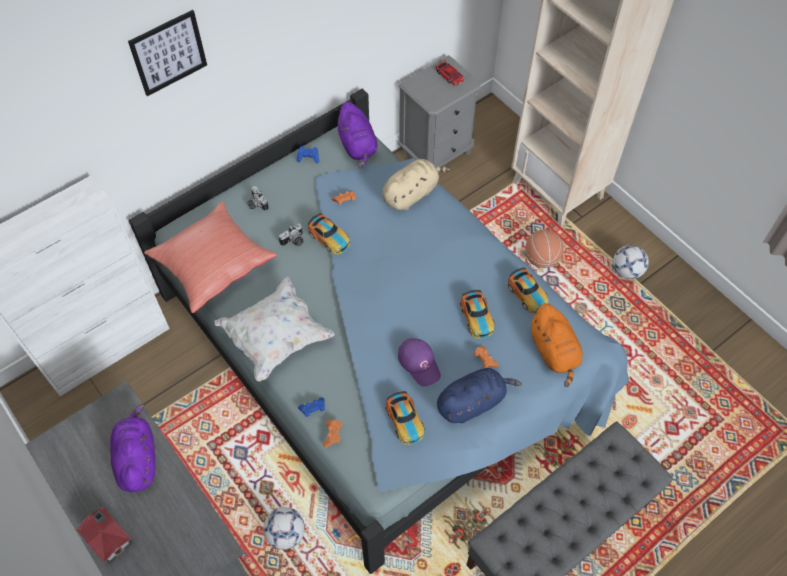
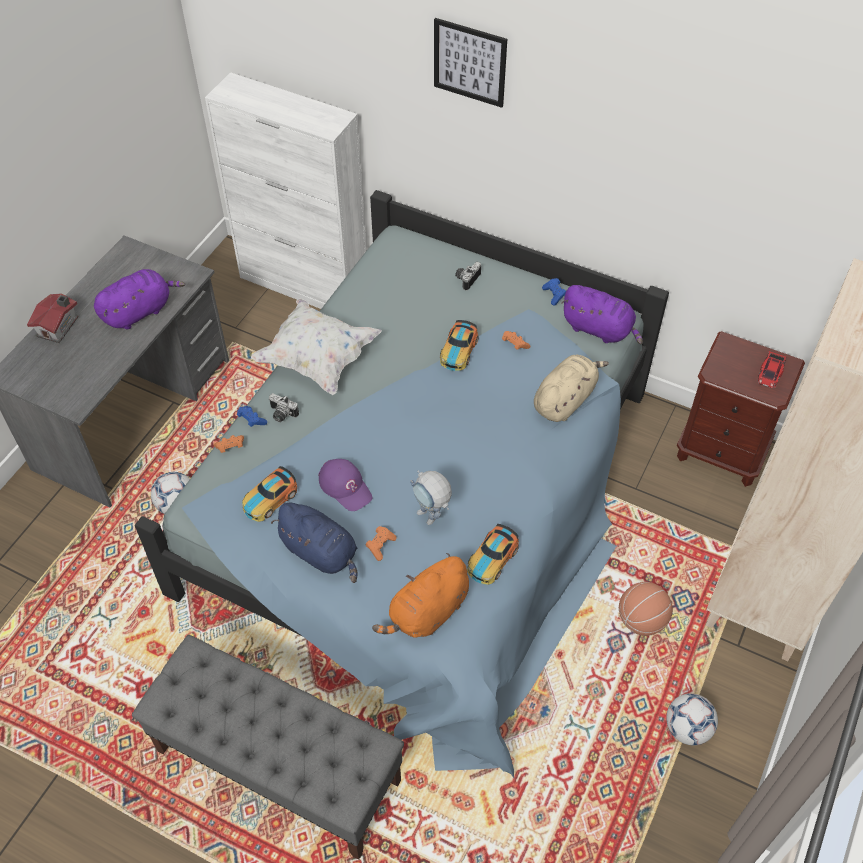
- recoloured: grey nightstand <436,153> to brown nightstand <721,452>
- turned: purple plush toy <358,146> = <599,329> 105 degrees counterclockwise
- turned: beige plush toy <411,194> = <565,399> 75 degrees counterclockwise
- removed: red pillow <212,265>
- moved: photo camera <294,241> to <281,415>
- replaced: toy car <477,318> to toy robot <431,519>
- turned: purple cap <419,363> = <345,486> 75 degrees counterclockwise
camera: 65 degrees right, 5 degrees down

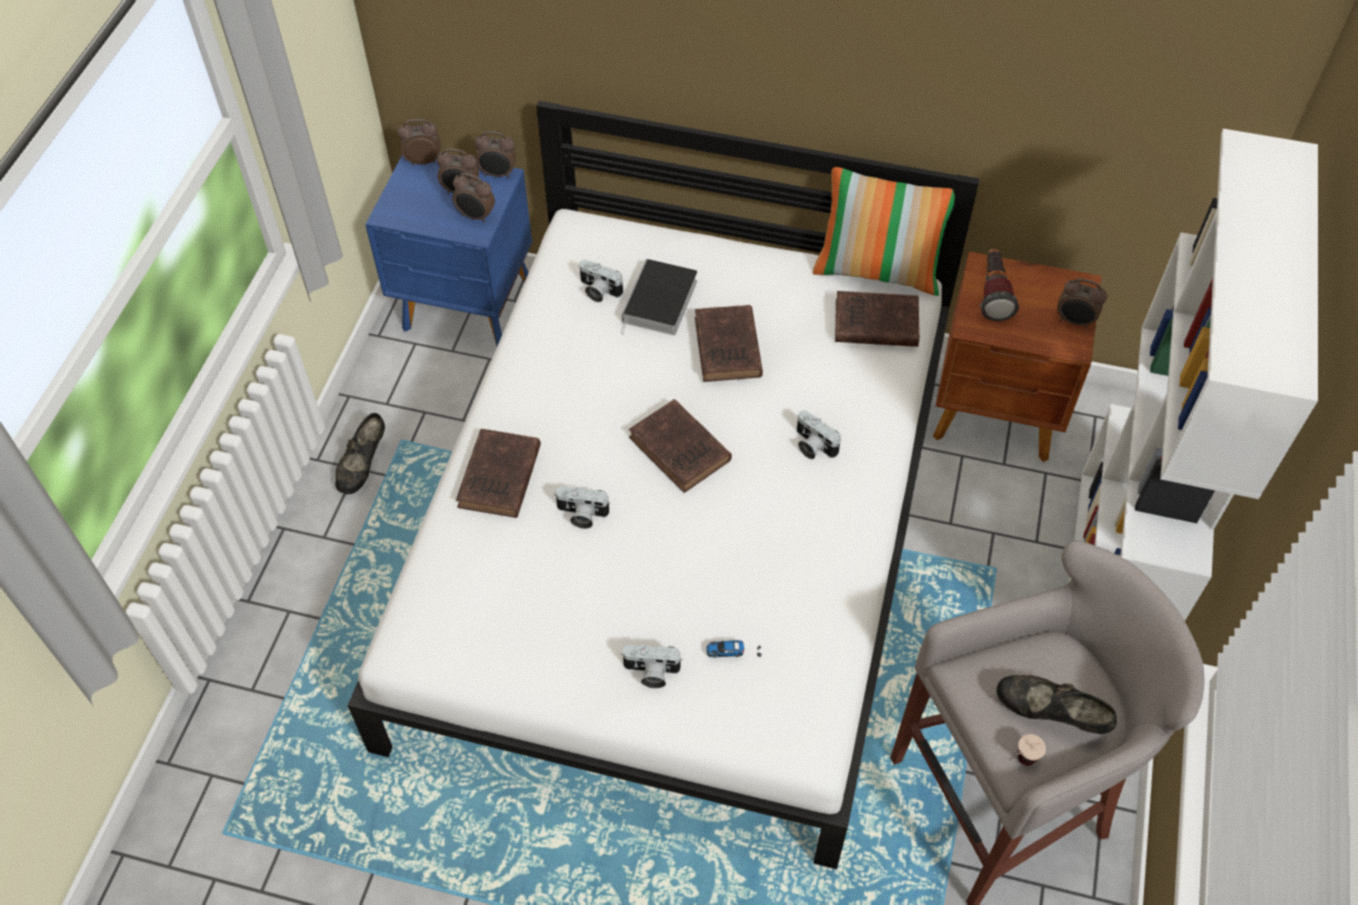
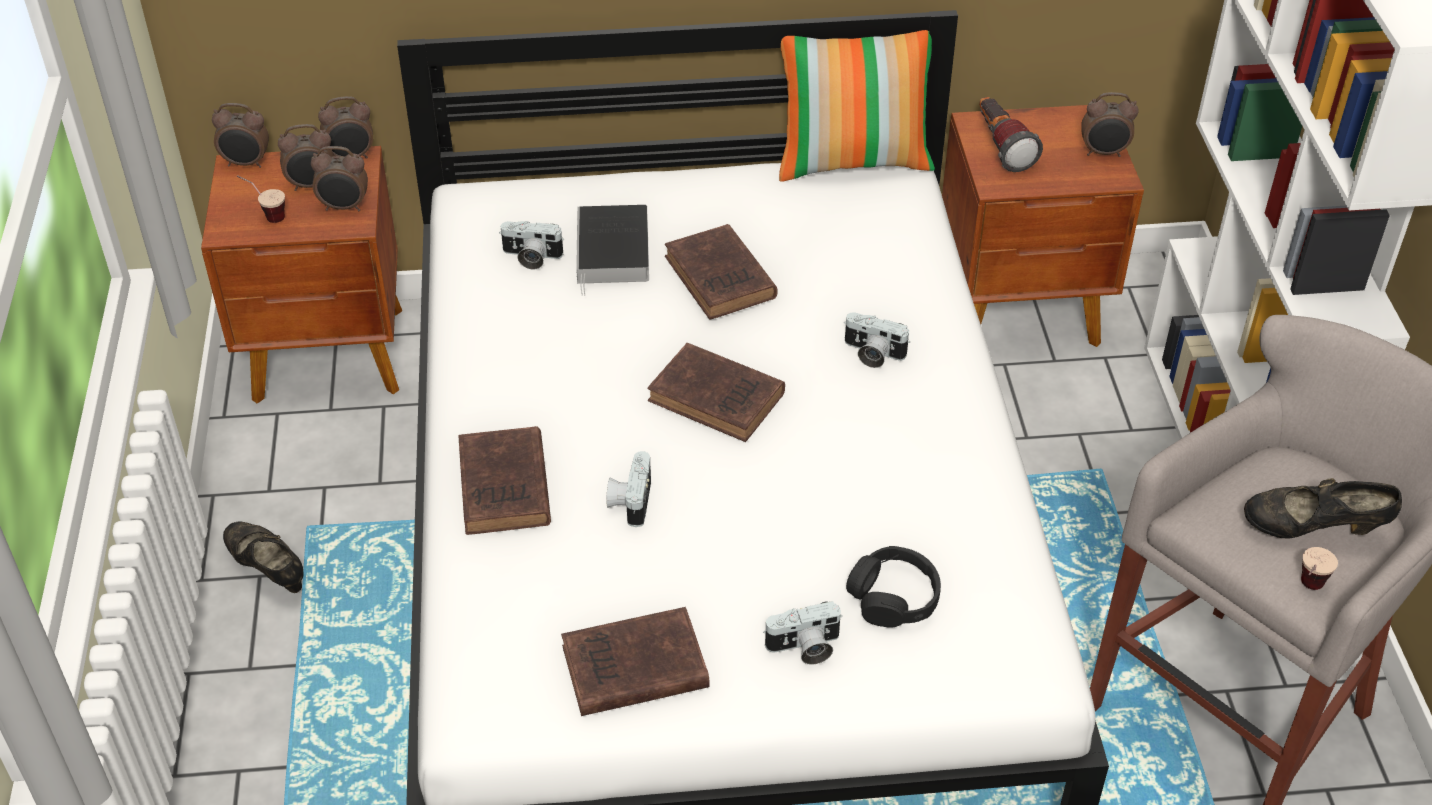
- turned: alarm clock <423,160> = <246,163> 150 degrees counterclockwise
- recoloured: blue nightstand <469,308> to brown nightstand <331,356>
- moved: brown book <873,323> to <631,669>
- turned: black shoe <363,466> = <268,570> 135 degrees clockwise
- turned: photo camera <581,515> = <630,500> 105 degrees clockwise
- replaced: toy car <733,653> to black headphones <893,597>
- added: cup <266,215>
camera: 20 degrees left, 10 degrees down

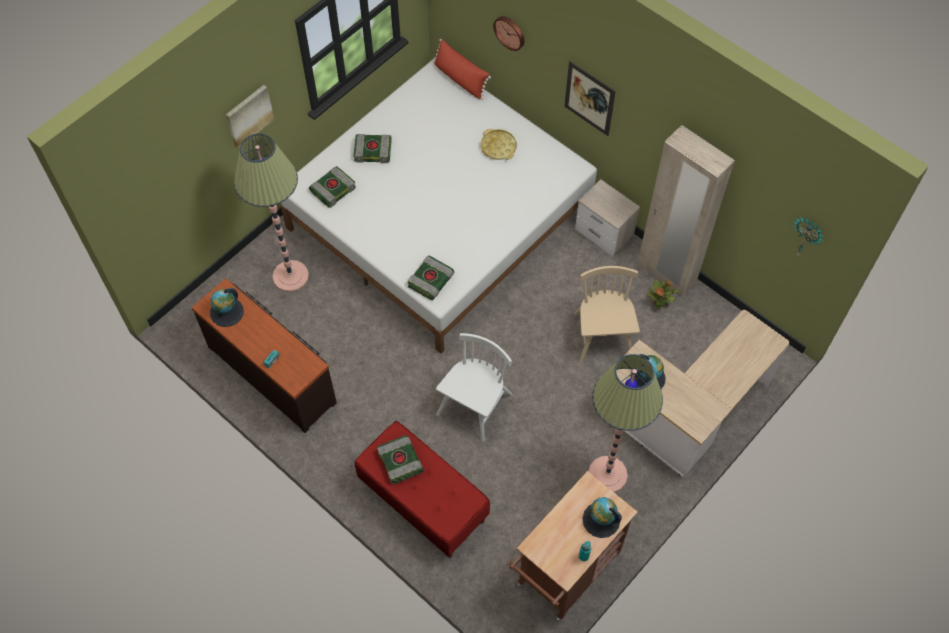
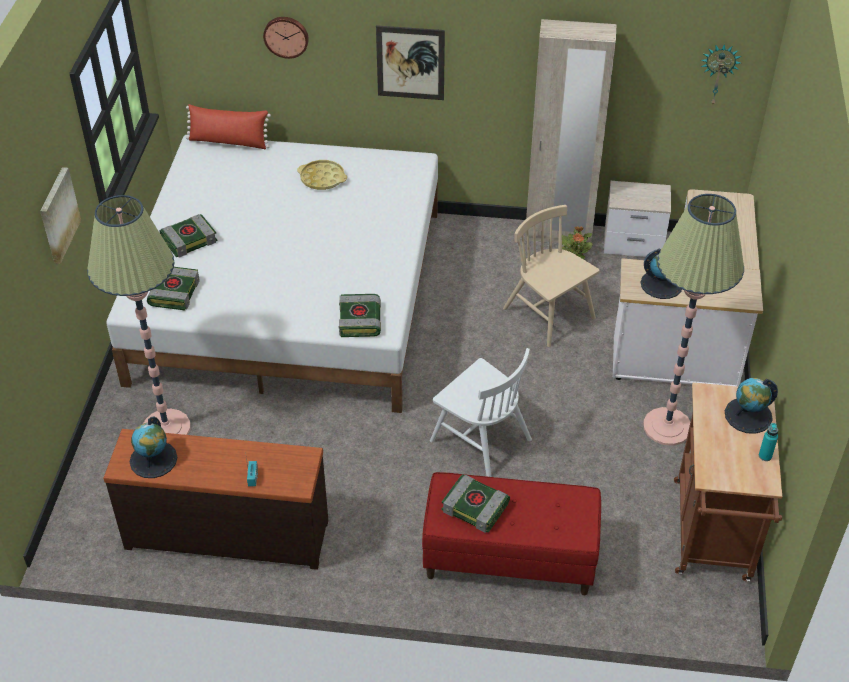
- moved: nightstand <604,233> to <634,243>
- turned: white chair <475,405> = <480,440> 135 degrees clockwise
camera: 35 degrees left, 15 degrees down

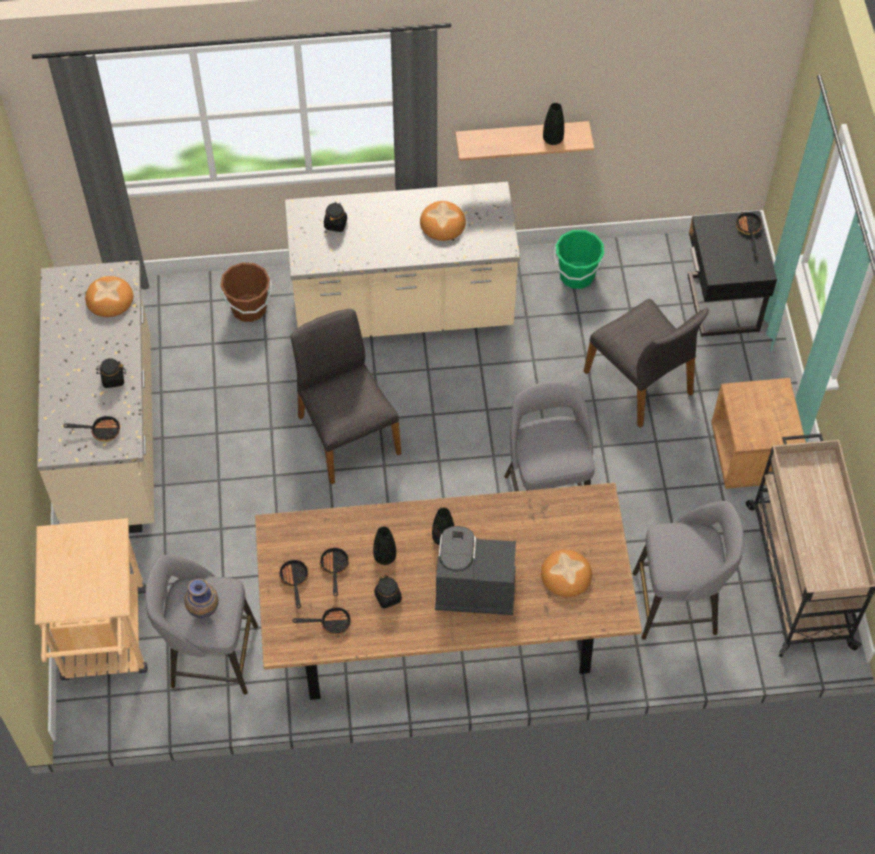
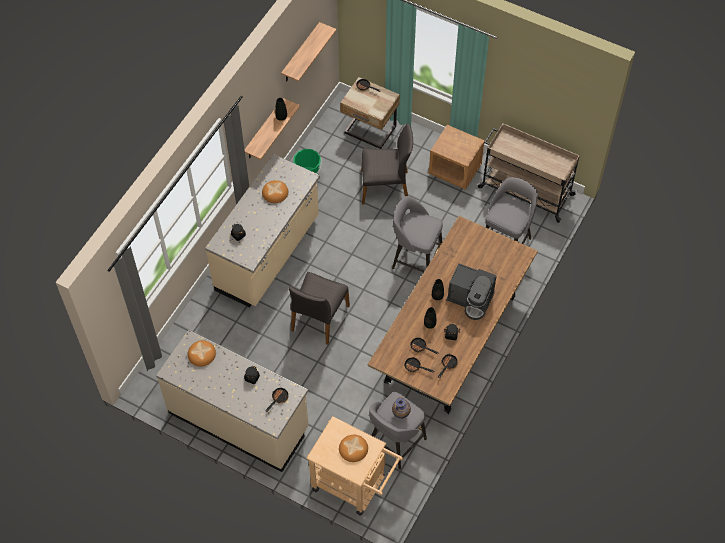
- recoloured: black nightstand <720,305> to beige nightstand <370,131>
- removed: brown bucket <249,308>
- turned: grey chair <347,434> = <319,318> 75 degrees counterclockwise
- turned: coffee machine <472,587> = <471,299> 105 degrees counterclockwise
- moved: bread <566,575> to <353,448>
- added: shelf <300,54>
camera: 55 degrees left, 0 degrees up

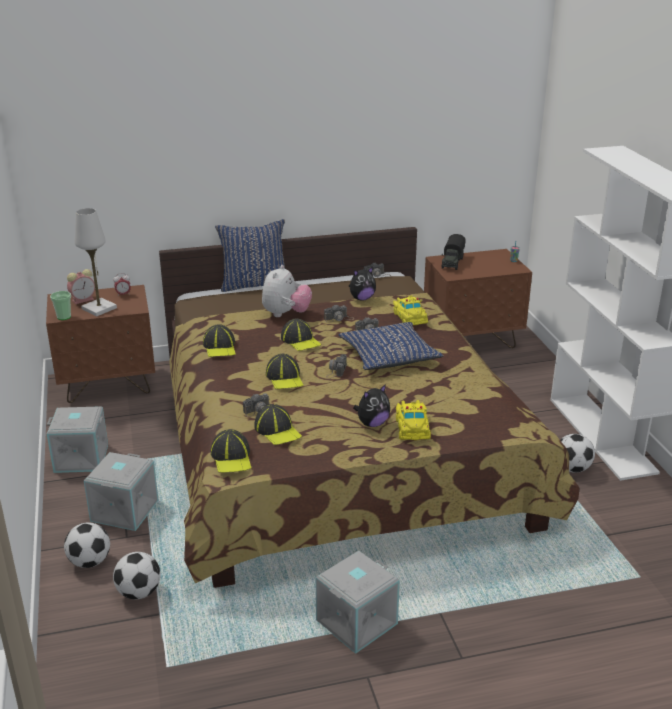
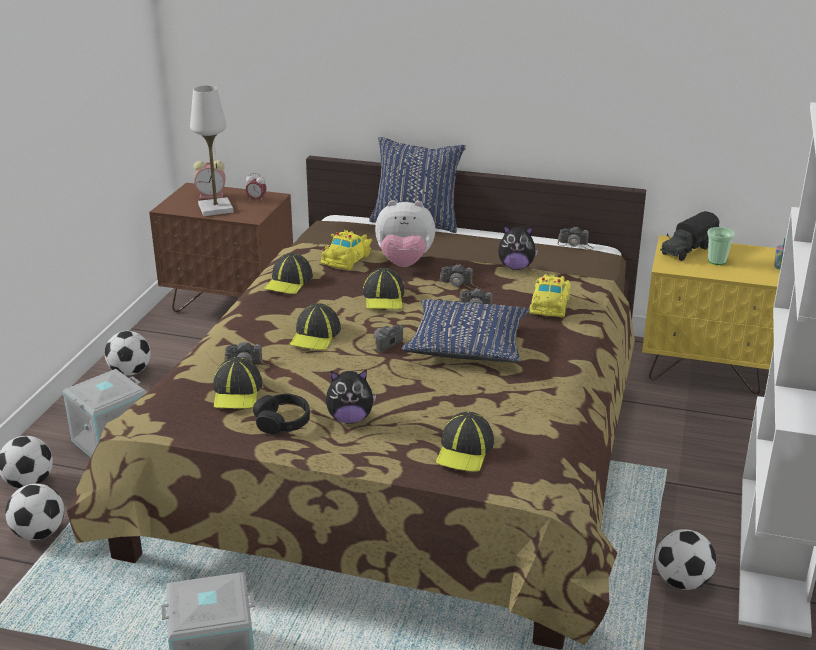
- recoloured: brown nightstand <472,341> to yellow nightstand <705,370>
- turned: plush toy <286,314> = <404,263> 45 degrees clockwise
- moved: cup <64,317> to <716,261>
- moved: yellow toy car <413,427> to <347,259>
- replaced: grey storage box <82,457> to football <130,372>
- moved: cap <232,457> to <465,450>
- added: black headphones <282,421>
camera: 30 degrees right, 0 degrees up

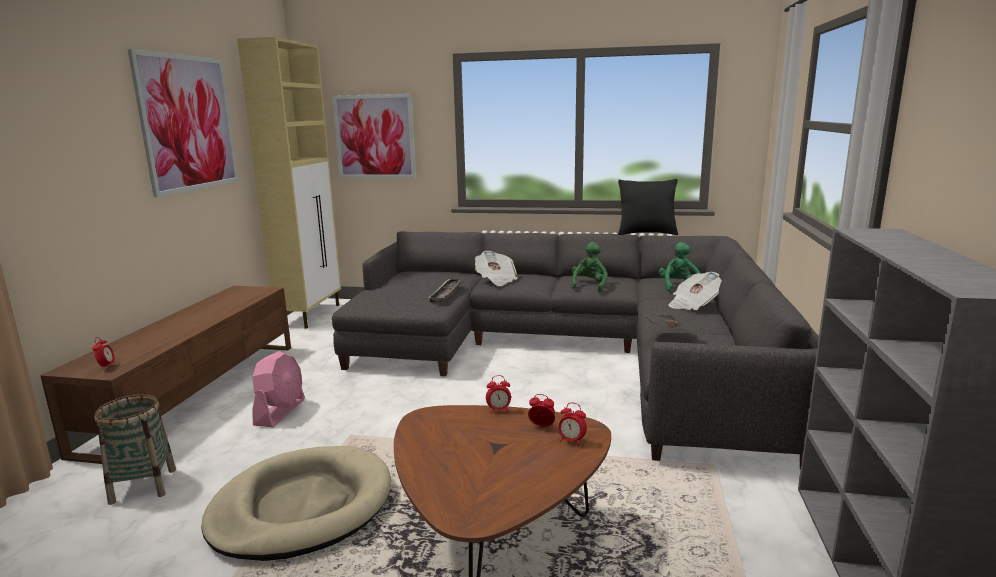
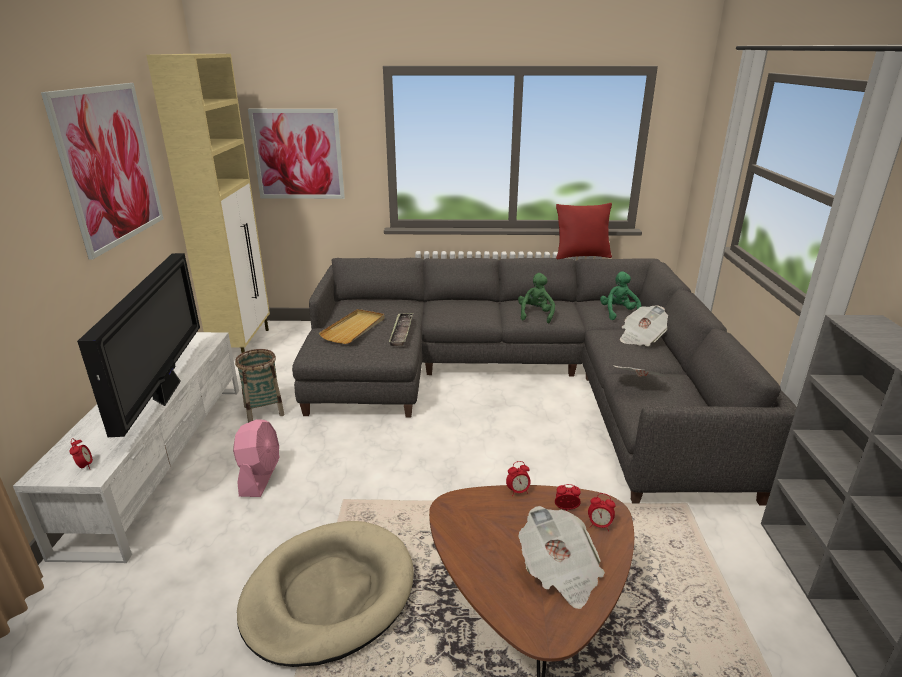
- recoloured: black pillow <646,233> to red pillow <581,256>
- moved: newspaper <496,280> to <559,572>
- recoloured: brown tv stand <199,393> to white tv stand <162,458>
- moved: basket <143,486> to <264,411>
- added: television <167,391>
- added: beige tray <354,328>
camera: 10 degrees left, 10 degrees up

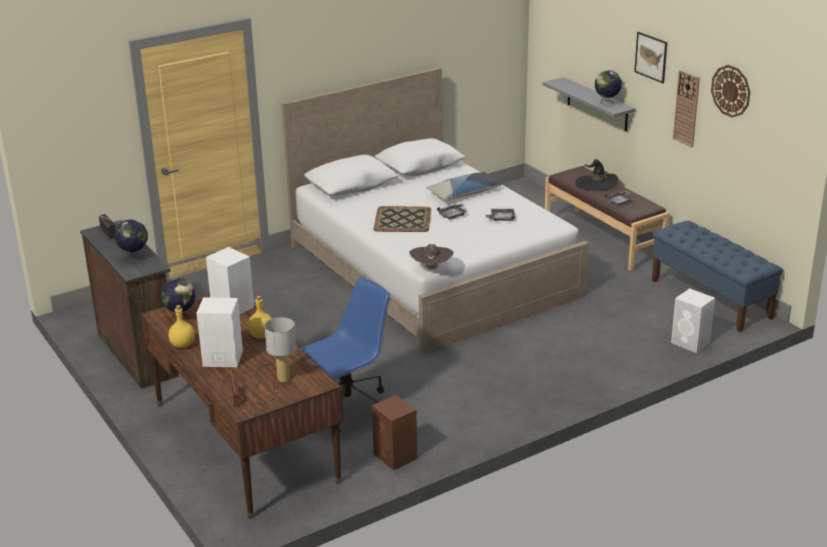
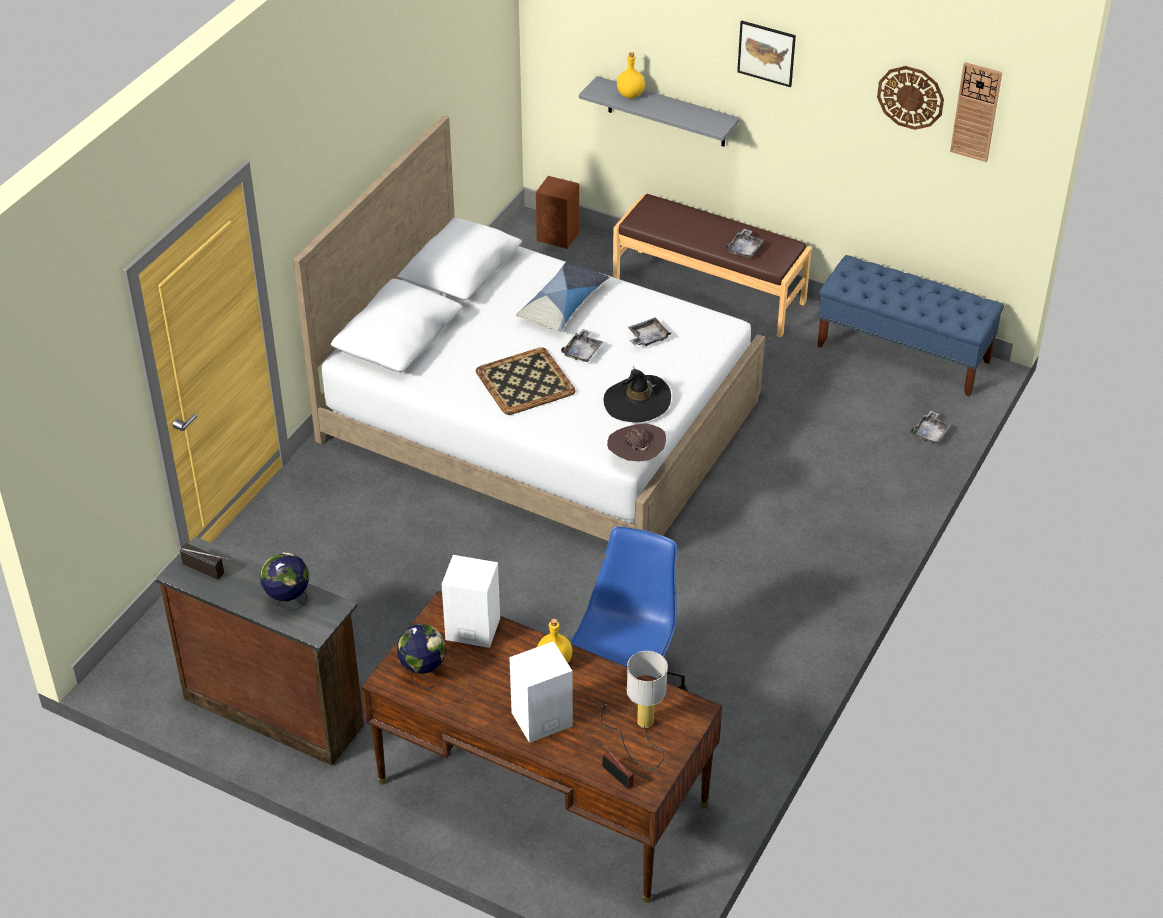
- removed: globe <607,104>
- moved: wall clock <686,108> to <976,111>
- moved: black hat <596,184> to <637,402>
- replaced: white speaker <691,343> to grey tray <930,433>
- moved: yellow bottle <183,345> to <631,94>
- moved: brown speaker <396,457> to <559,236>
camera: 30 degrees left, 15 degrees up

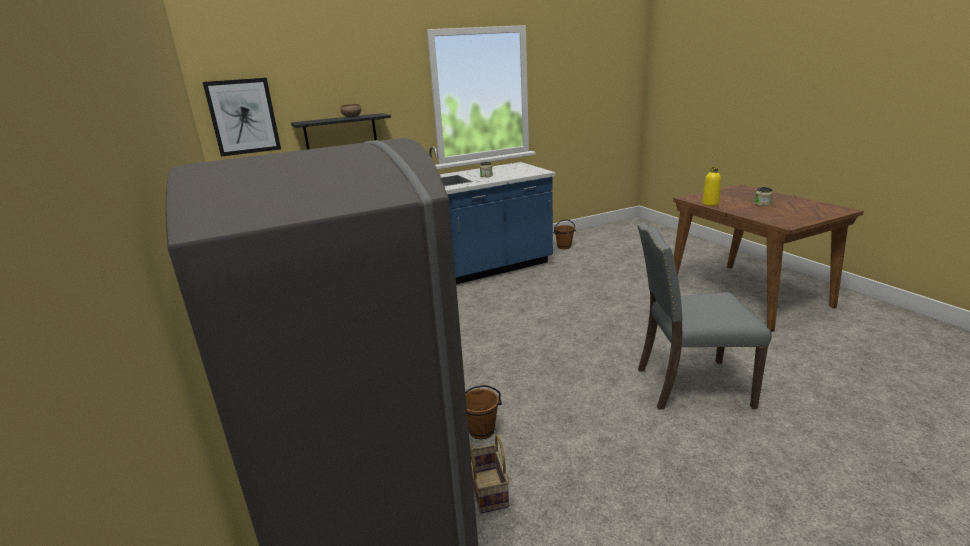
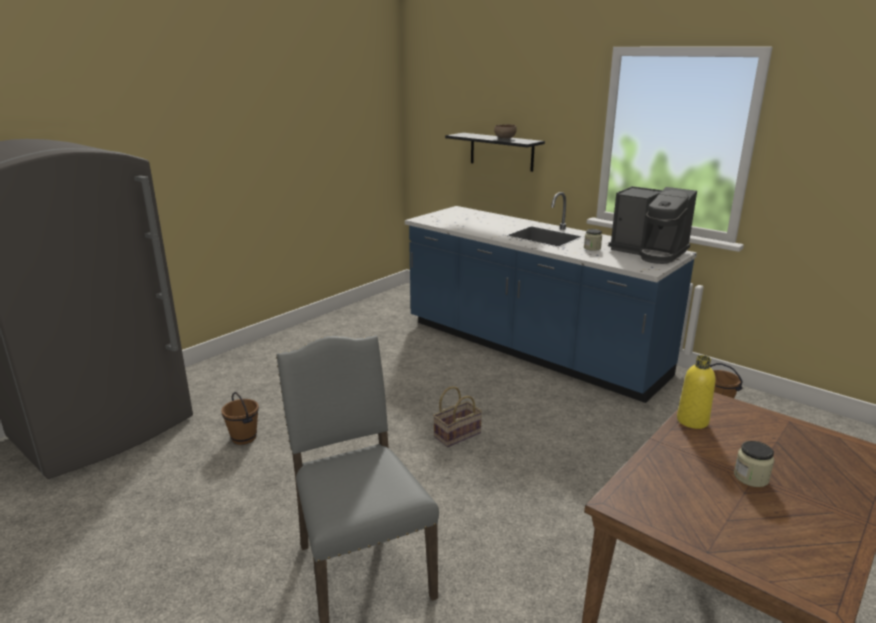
- removed: picture <243,117>
- moved: basket <487,489> to <457,434>
- added: coffee machine <649,252>
camera: 65 degrees right, 0 degrees up

